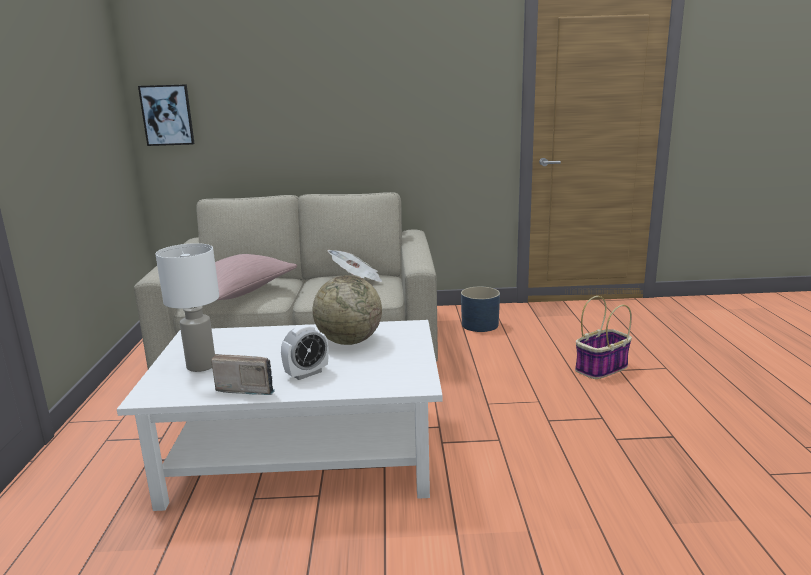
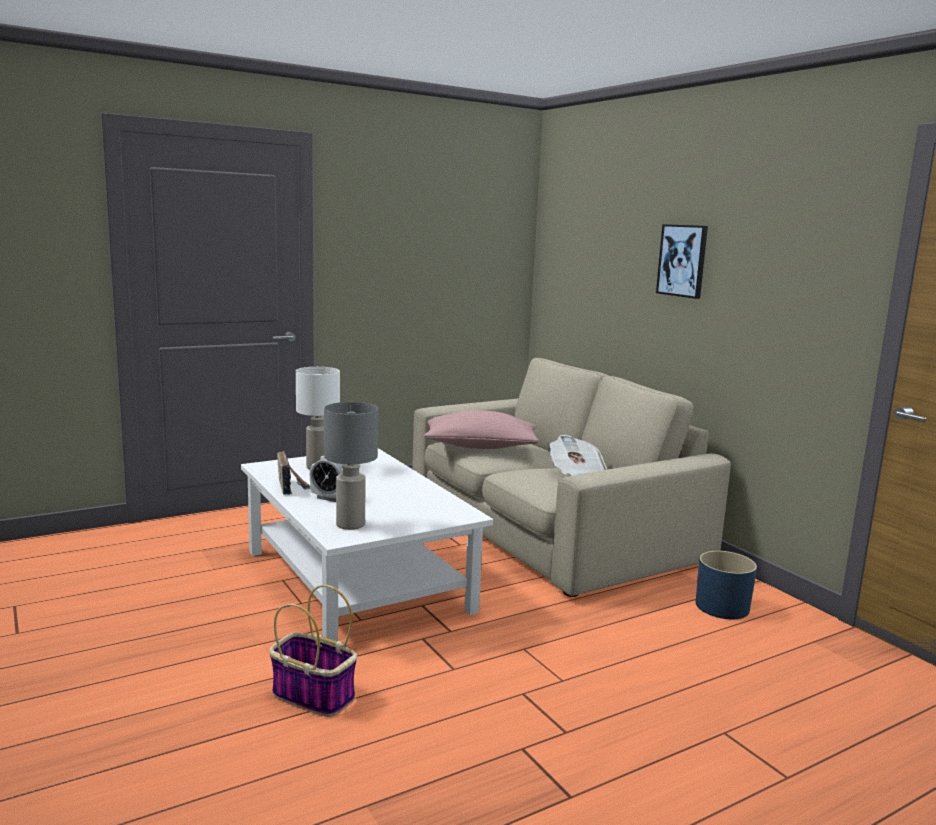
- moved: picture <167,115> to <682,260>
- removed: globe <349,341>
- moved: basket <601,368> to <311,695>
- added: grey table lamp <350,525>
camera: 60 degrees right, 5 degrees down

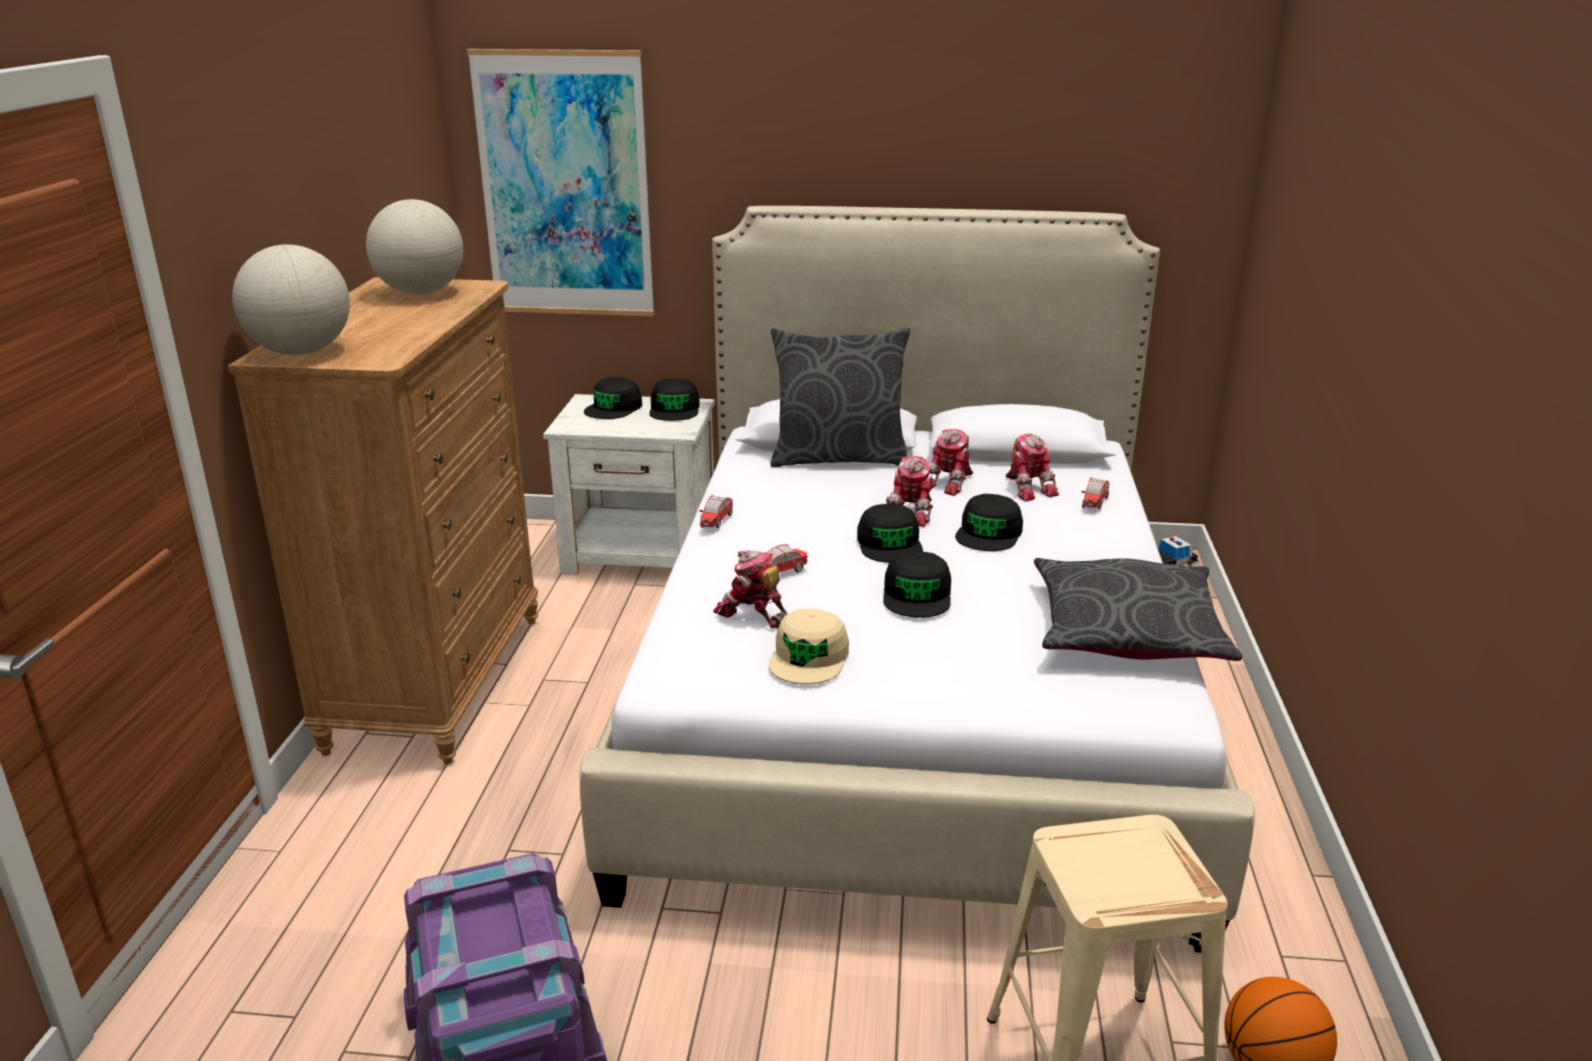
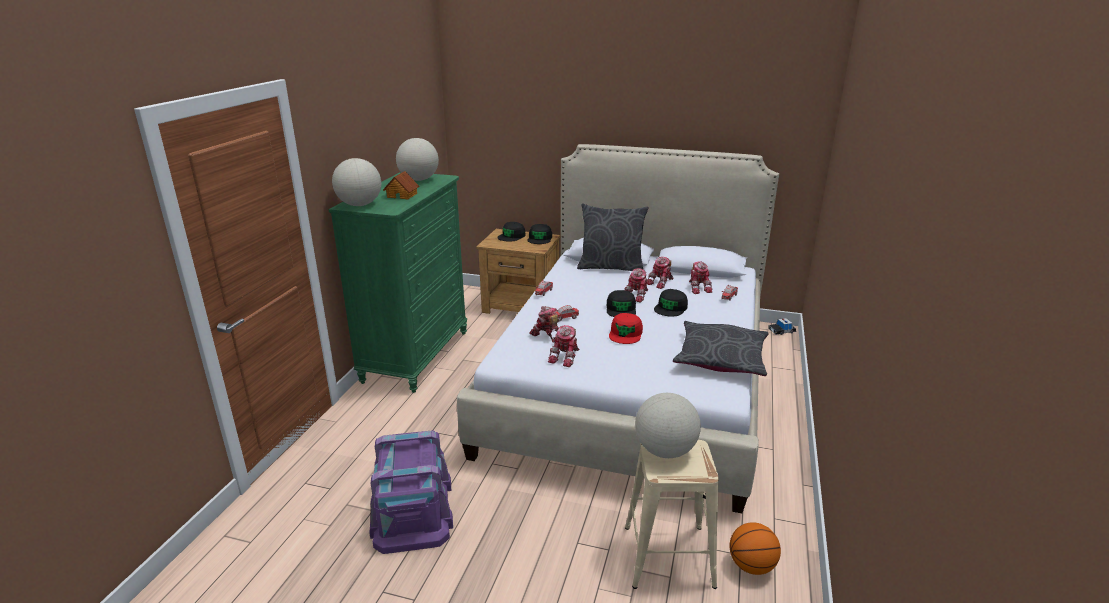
- removed: picture <565,186>
- recoloured: brown dresser <436,681> to green dresser <416,356>
- recoloured: white nightstand <642,553> to brown nightstand <521,306>
- recoloured: black cap <917,595> to red cap <626,334>
- replaced: beige cap <809,658> to toy robot <566,357>
- added: toy house <402,195>
- added: globe <665,451>
camera: 10 degrees right, 0 degrees up

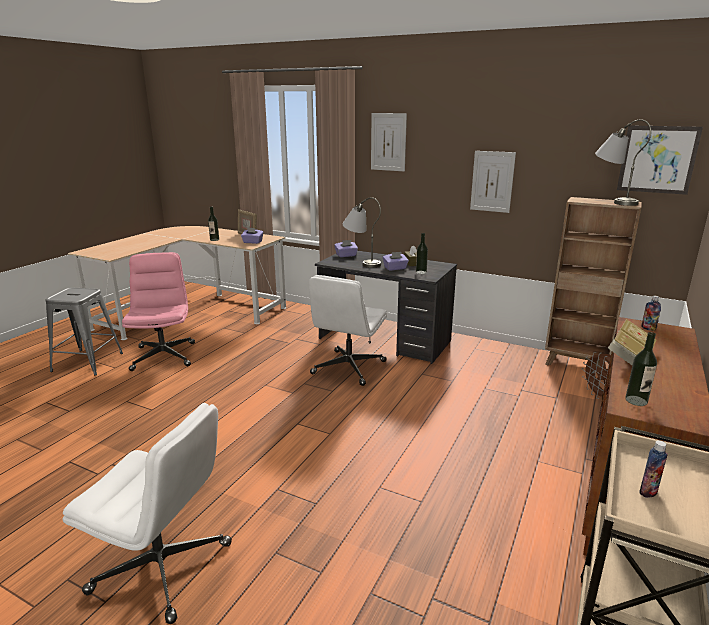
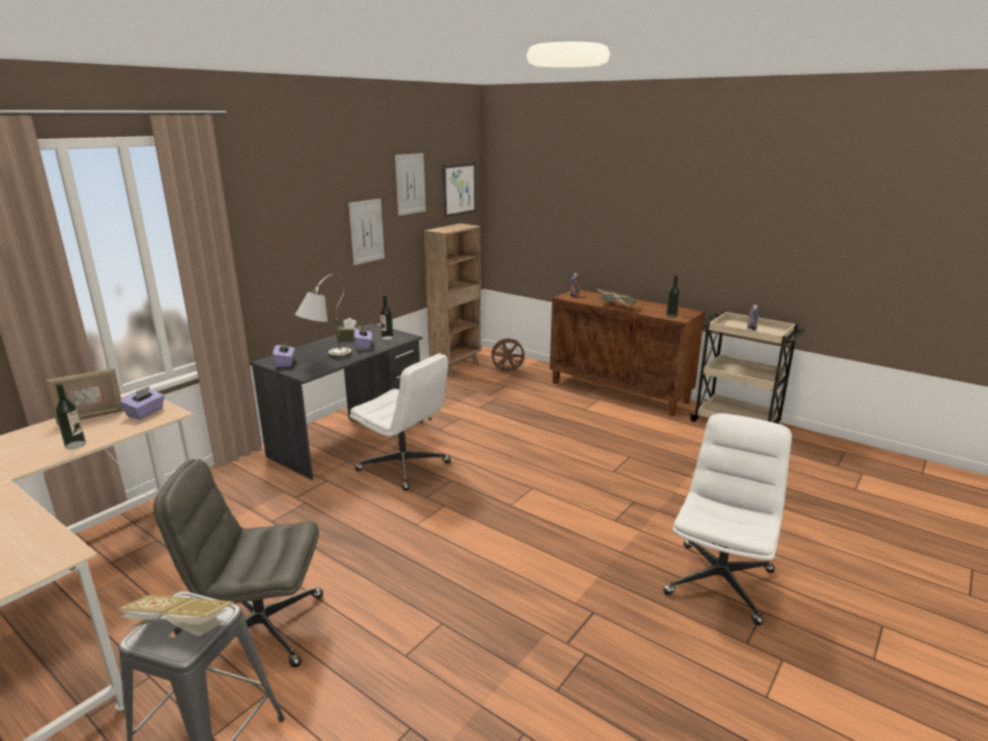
- moved: picture <388,142> to <410,184>
- removed: grey table lamp <611,201>
- recoloured: pink office chair <164,356> to grey office chair <260,630>
- added: book <180,630>
camera: 80 degrees left, 0 degrees up

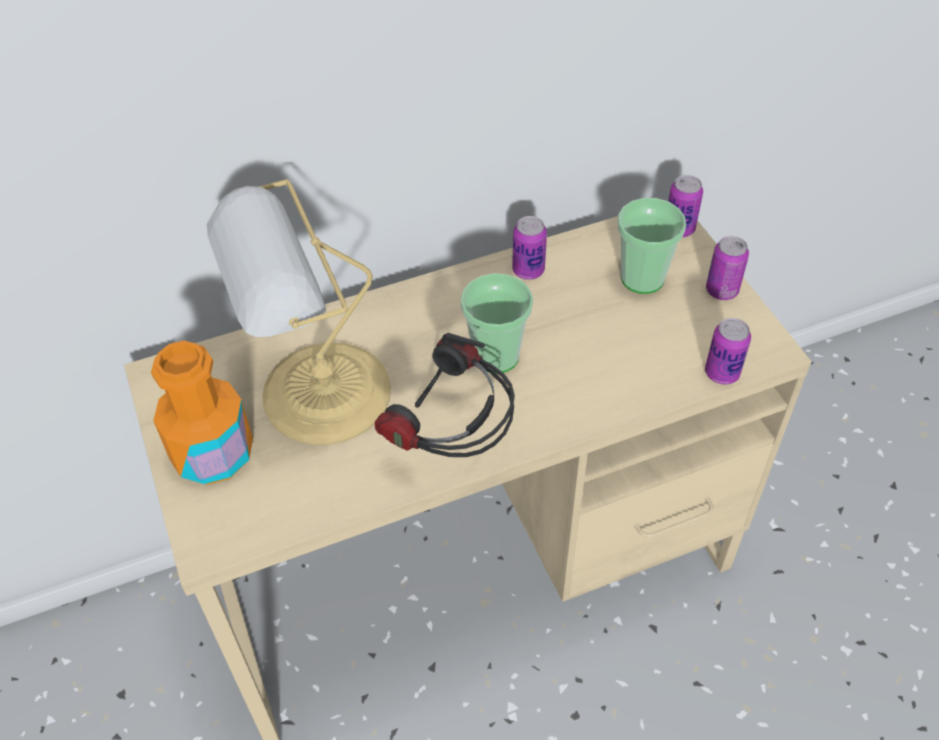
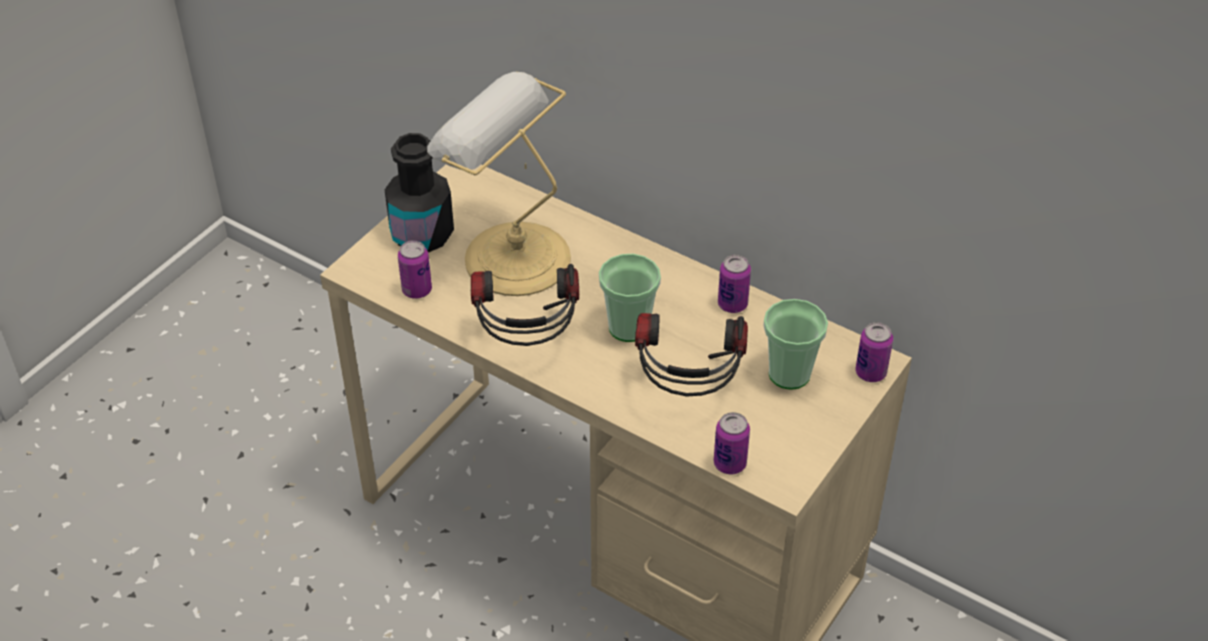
- moved: can <721,290> to <417,290>
- recoloured: orange bottle <213,454> to black bottle <422,234>
- added: headphones <687,392>
camera: 55 degrees right, 5 degrees down

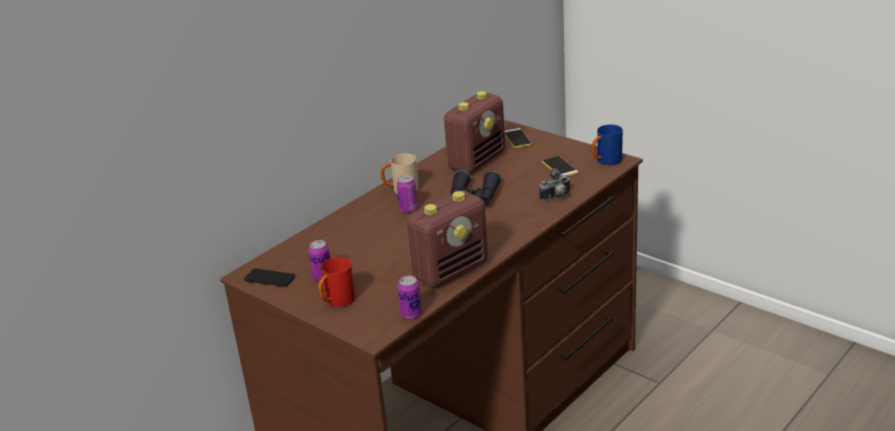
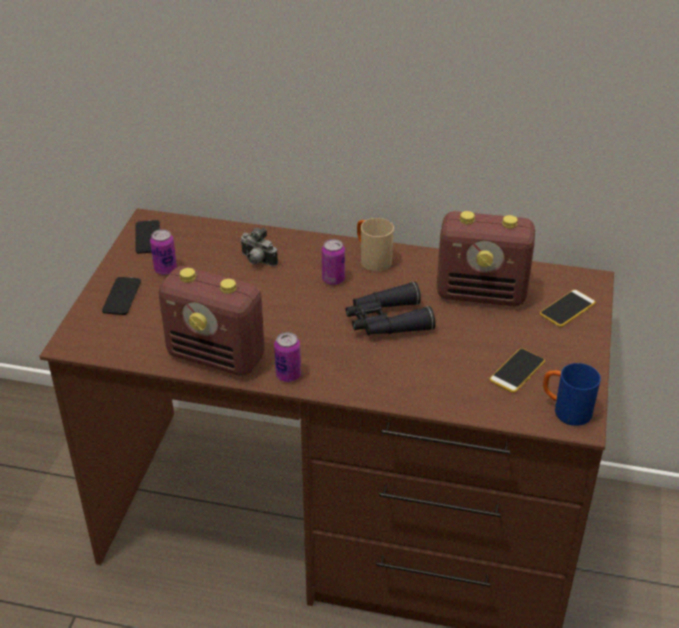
- moved: photo camera <557,197> to <257,261>
- replaced: red mug <337,302> to phone <122,296>
- moved: can <411,314> to <288,375>
camera: 60 degrees right, 10 degrees up

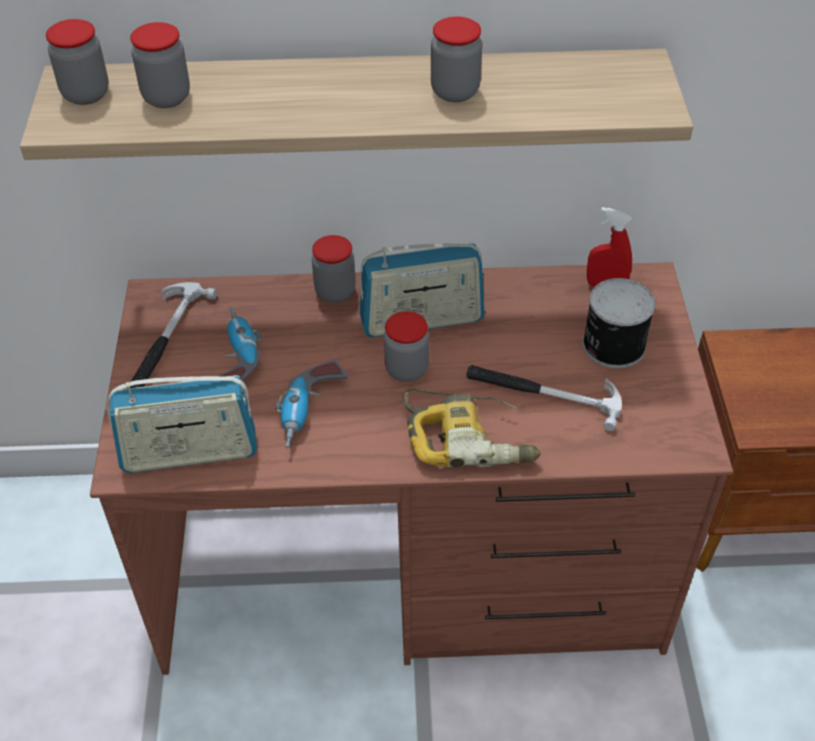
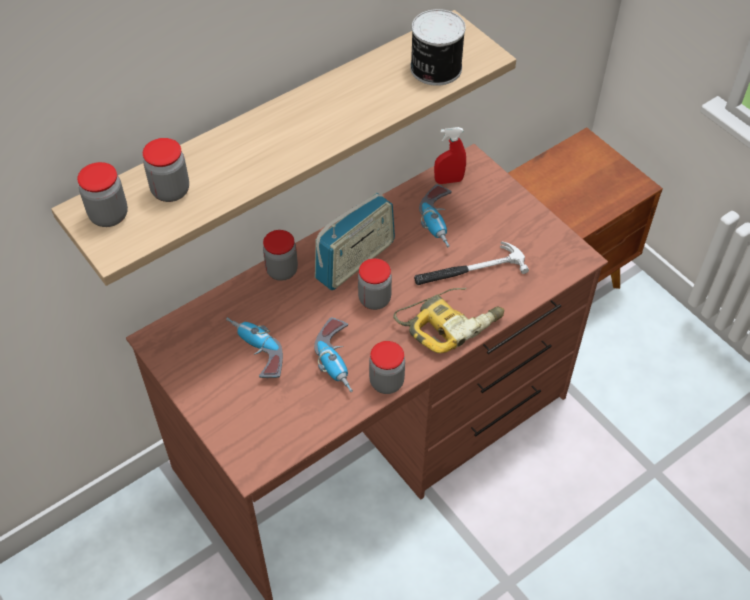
- moved: jar <455,91> to <386,382>
- moved: can <612,345> to <434,68>
- removed: hammer <165,340>
- removed: radio <189,453>
- added: power drill <440,222>
camera: 35 degrees left, 5 degrees up

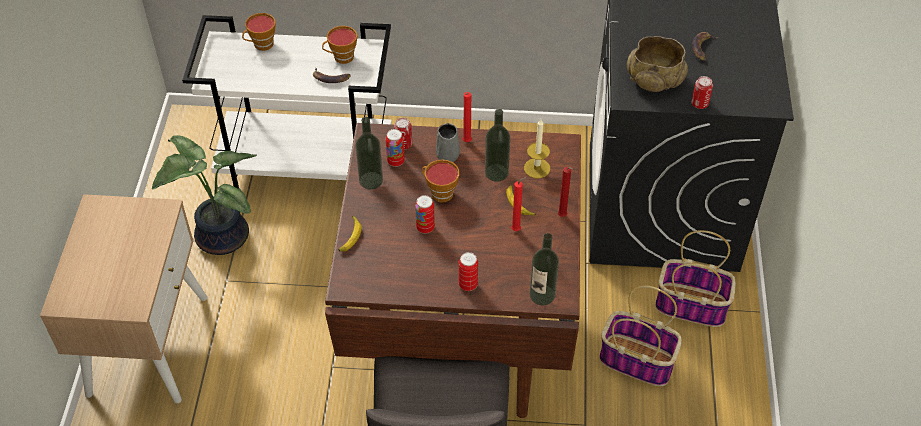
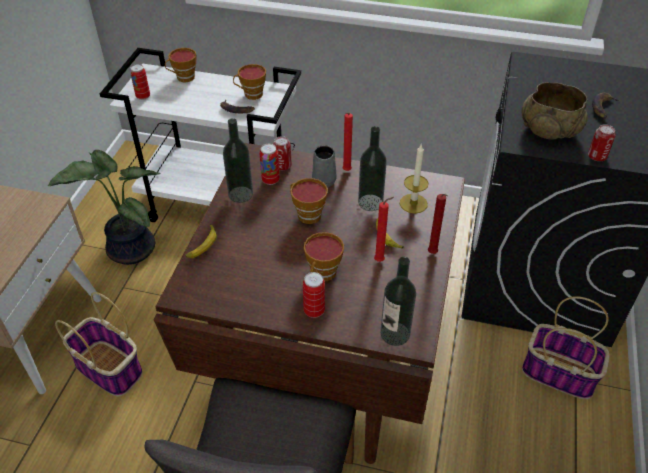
- moved: can <425,228> to <143,96>
- moved: basket <638,361> to <110,369>
- added: cup <322,274>
camera: 10 degrees right, 5 degrees down

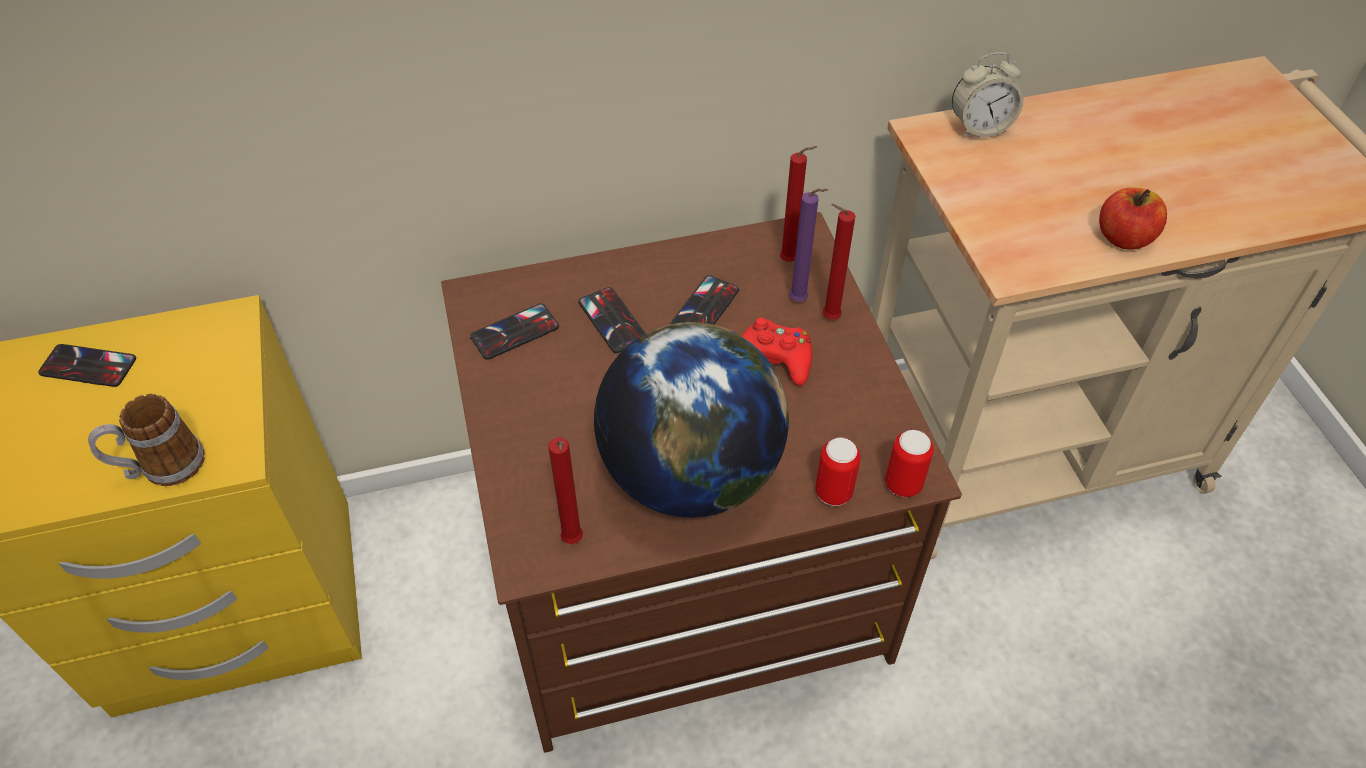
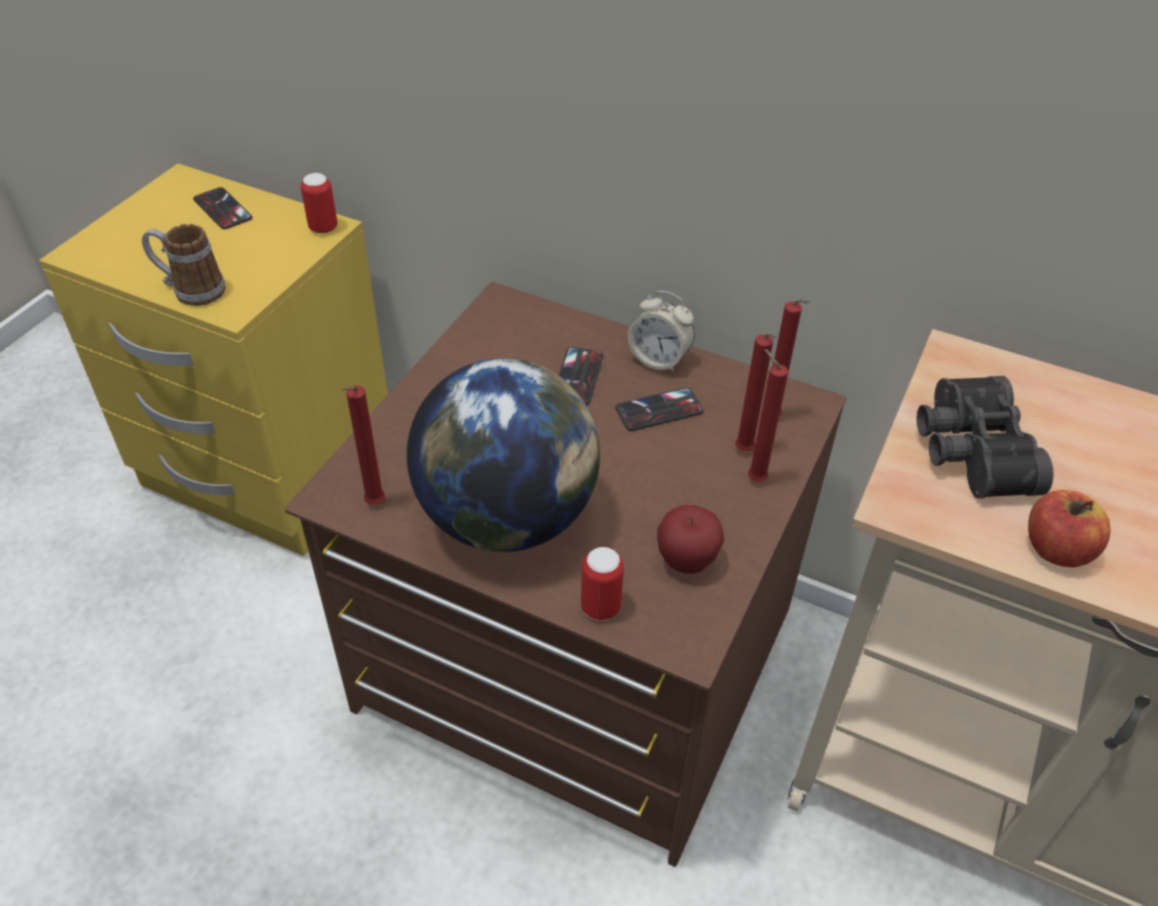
- moved: alarm clock <980,128> to <659,359>
- recoloured: purple candle <801,301> to red candle <745,452>
- removed: phone <515,332>
- removed: red game controller <774,359>
- moved: can <903,484> to <323,228>
- added: black binoculars <968,451>
- added: apple <686,562>
camera: 40 degrees right, 5 degrees down

